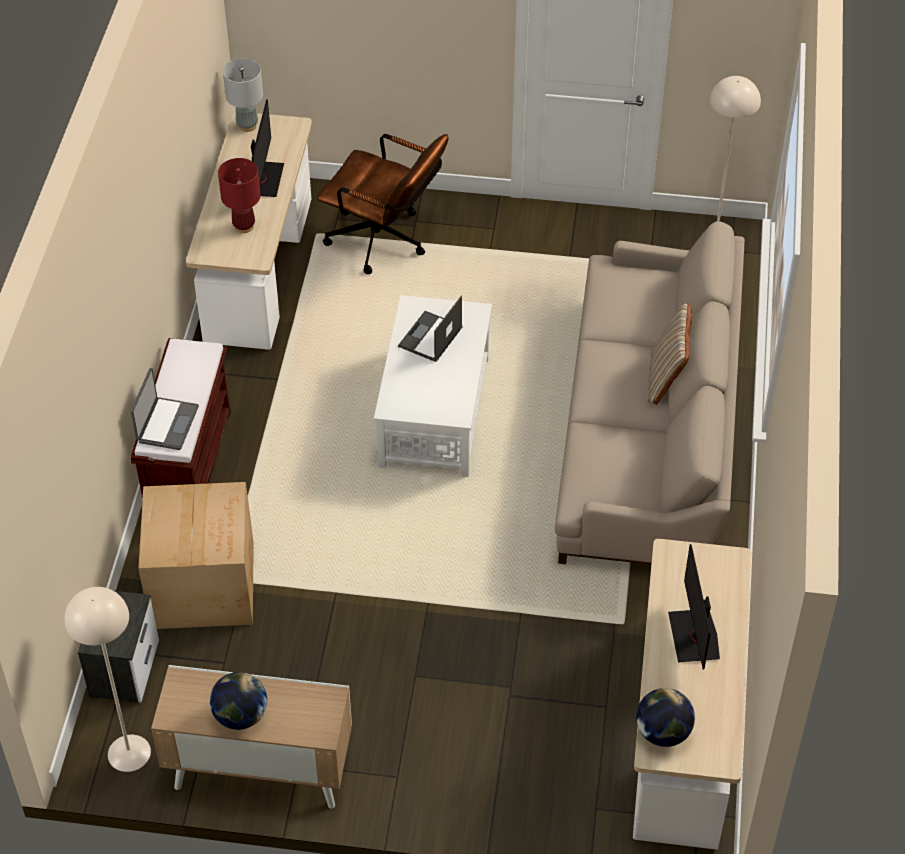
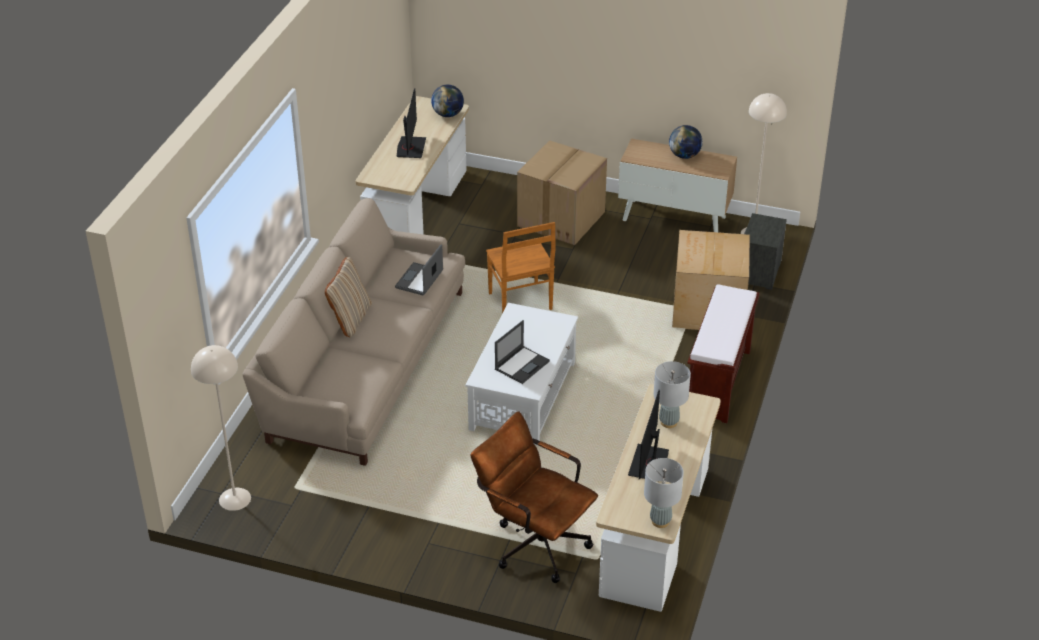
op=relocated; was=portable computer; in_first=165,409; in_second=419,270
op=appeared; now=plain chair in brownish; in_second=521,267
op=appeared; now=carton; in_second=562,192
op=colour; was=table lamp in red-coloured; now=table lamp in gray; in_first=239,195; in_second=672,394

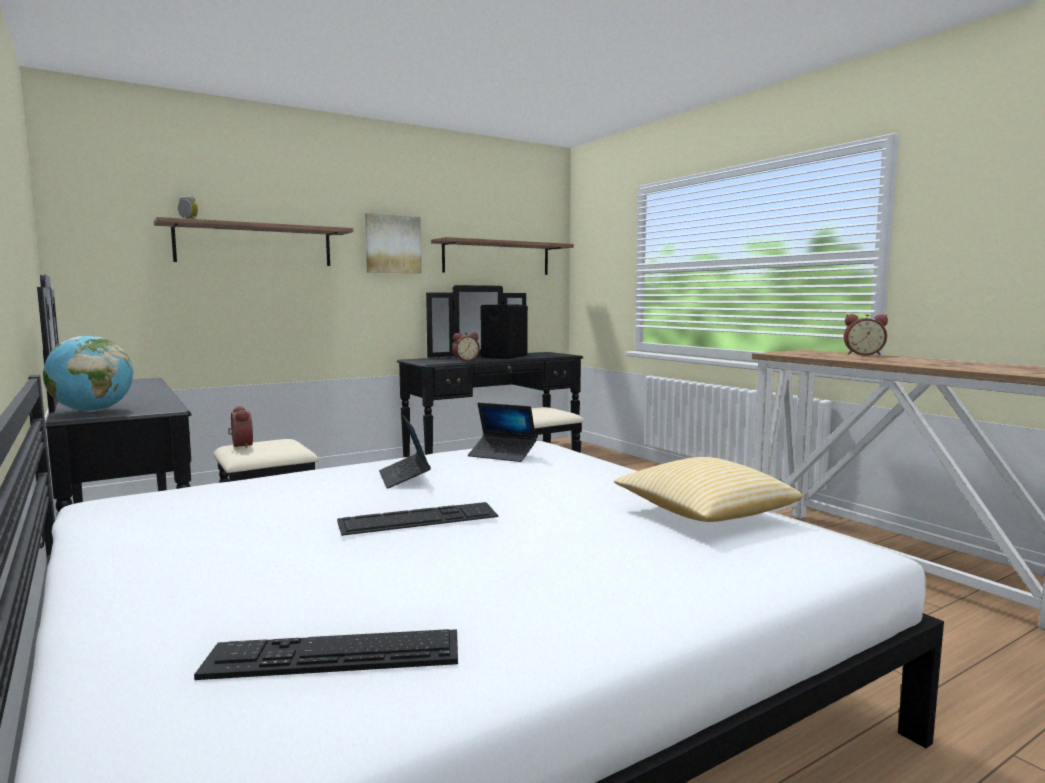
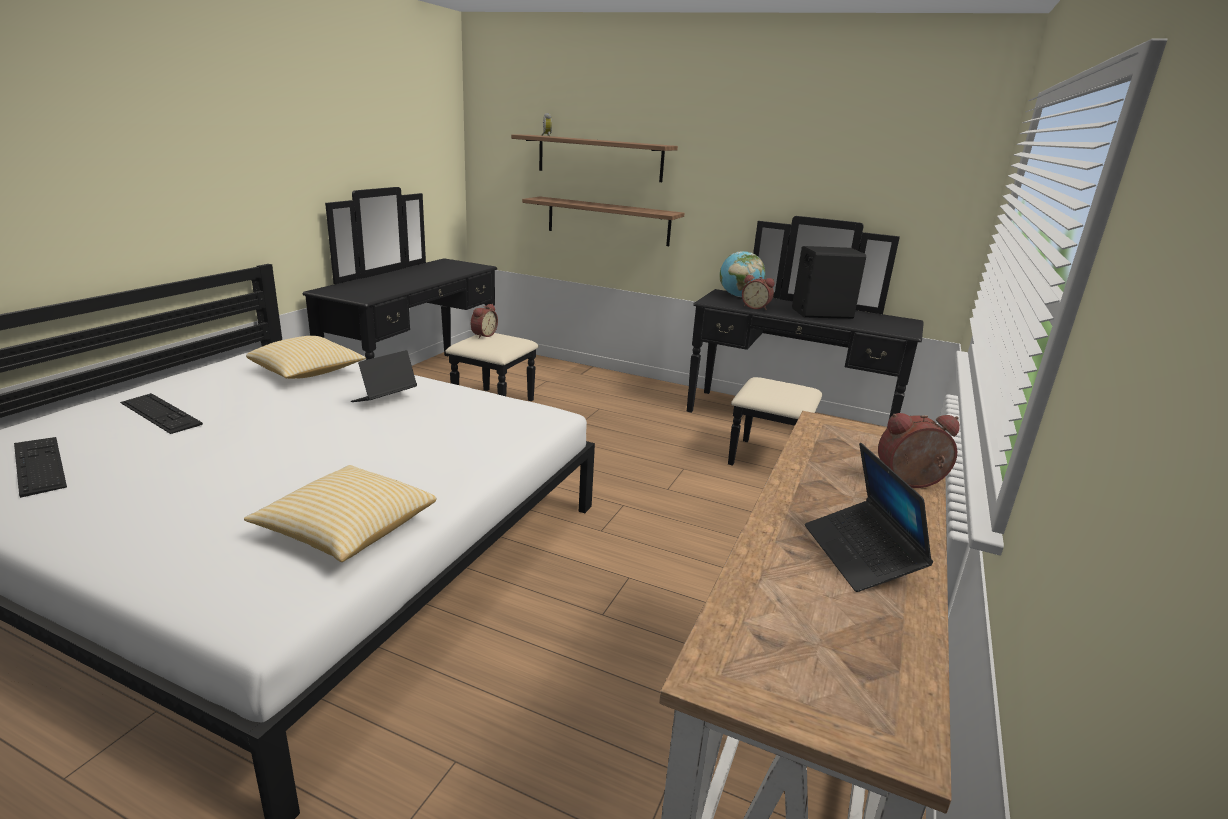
op=relocated; was=keyboard; in_first=417,519; in_second=161,413
op=appeared; now=pillow; in_second=306,357
op=relocated; was=wall shelf; in_first=502,256; in_second=603,221
op=relocated; was=world globe; in_first=88,374; in_second=742,274
op=relocated; was=portable computer; in_first=502,432; in_second=869,517
op=spun; was=bedside clock; in_first=866,335; in_second=919,450; clockwise=105
op=missing; was=picture; in_first=393,243

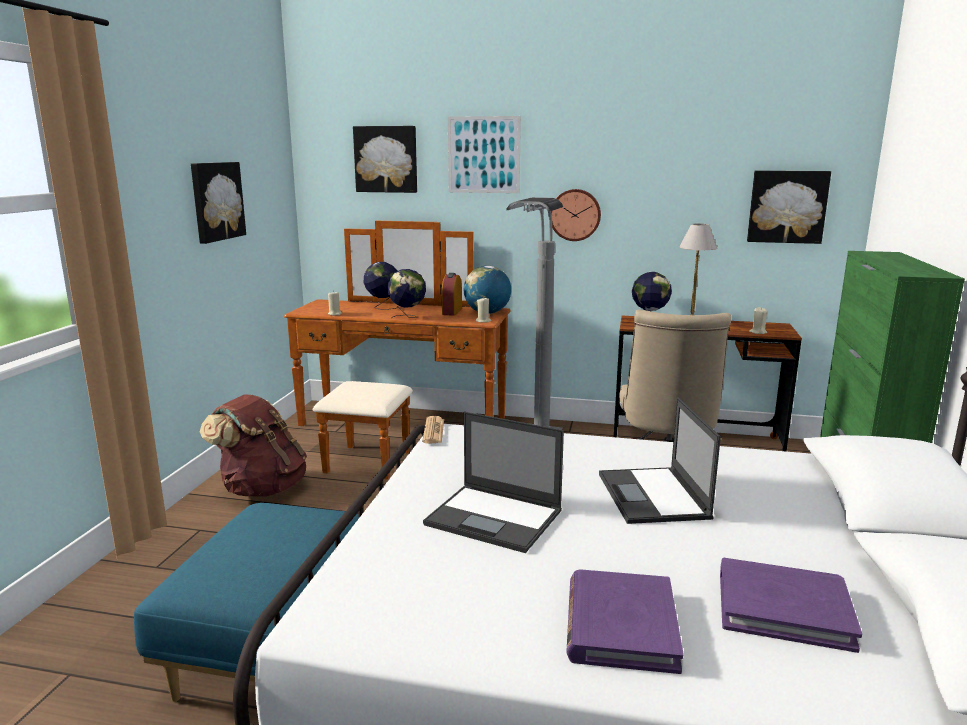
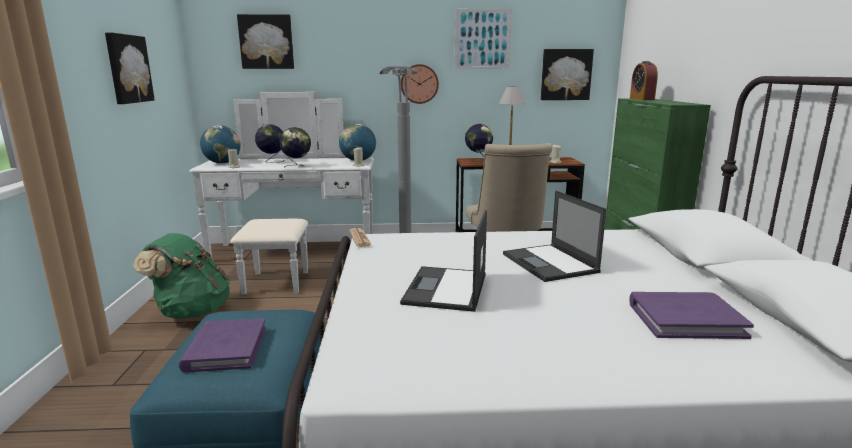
op=colour; was=rucksack in brownish; now=rucksack in greenish; in_first=253,445; in_second=181,276
op=relocated; was=book in purple-coloured; in_first=625,621; in_second=222,345
op=colour; was=dresser in brownish; now=dresser in white; in_first=397,350; in_second=281,193
op=appeared; now=world globe; in_second=220,144
op=spun; was=portable computer; in_first=493,482; in_second=443,261; clockwise=90
op=relocated; was=picture; in_first=484,154; in_second=483,39
op=relocated; was=bedside clock; in_first=452,294; in_second=644,80

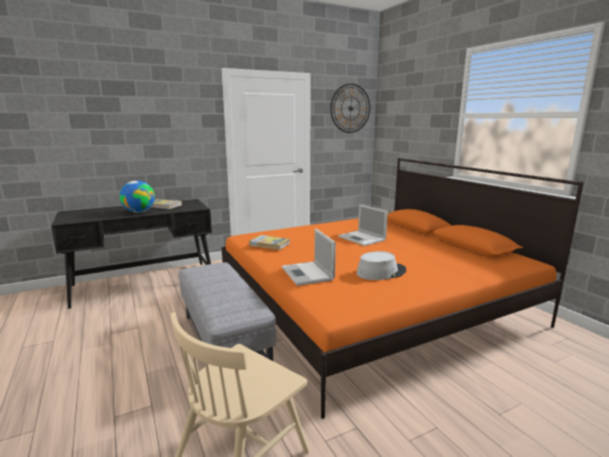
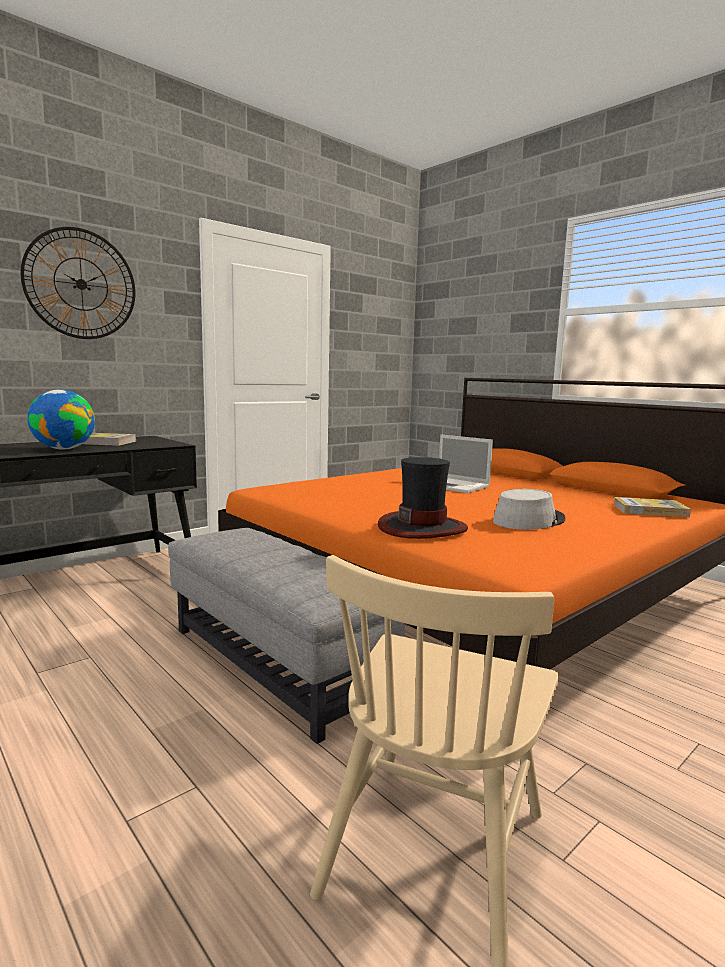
op=relocated; was=hanging clock; in_first=350,108; in_second=77,283
op=exchanged; was=portable computer; now=hat; in_first=309,257; in_second=423,498
op=relocated; was=book; in_first=269,242; in_second=652,507

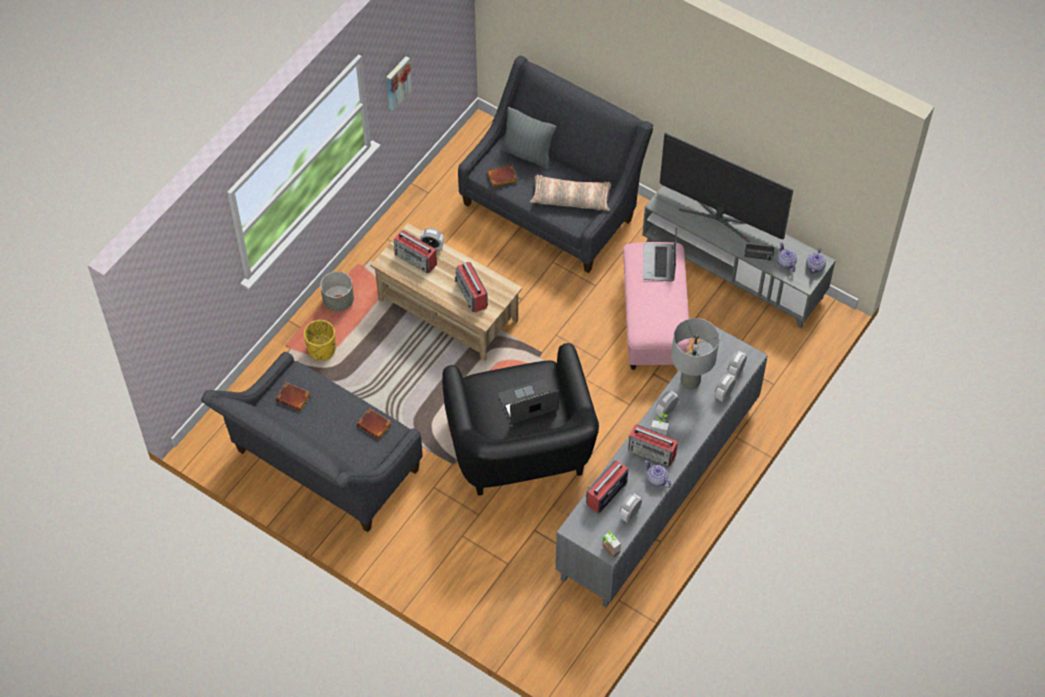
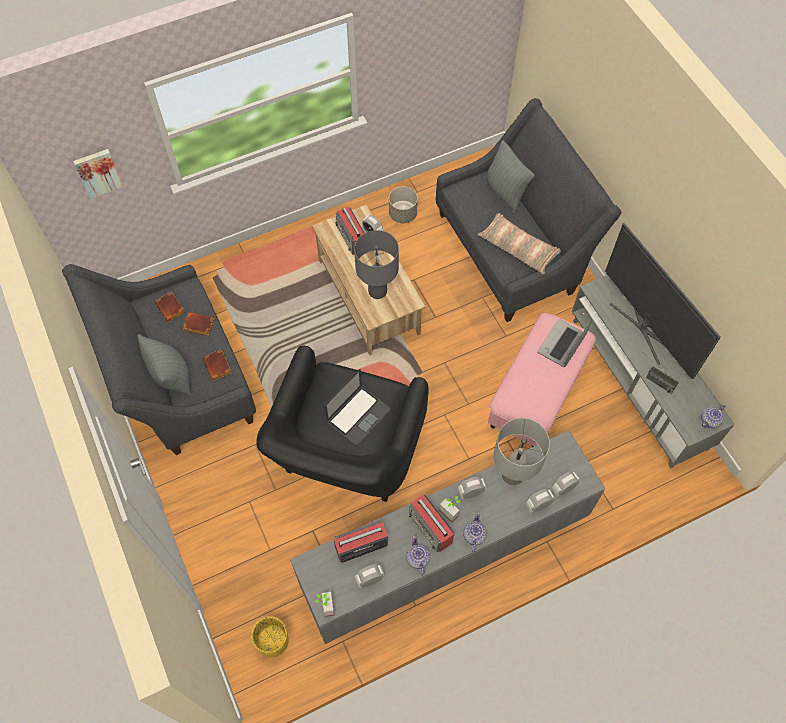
op=relocated; was=picture; in_first=399,84; in_second=98,173
op=appeared; now=pillow in gray; in_second=164,365
op=relocated; was=book in brownish; in_first=502,176; in_second=198,324
op=relocated; was=flower pot in yellow-coloured; in_first=320,340; in_second=270,636
op=spun; was=portable computer; in_first=528,401; in_second=357,407; clockwise=120
op=exchanged; was=radio; now=table lamp in gray; in_first=471,287; in_second=376,264
op=relocated; was=flower pot in gray; in_first=337,291; in_second=403,205
op=relocated; was=teapot; in_first=787,257; in_second=475,532

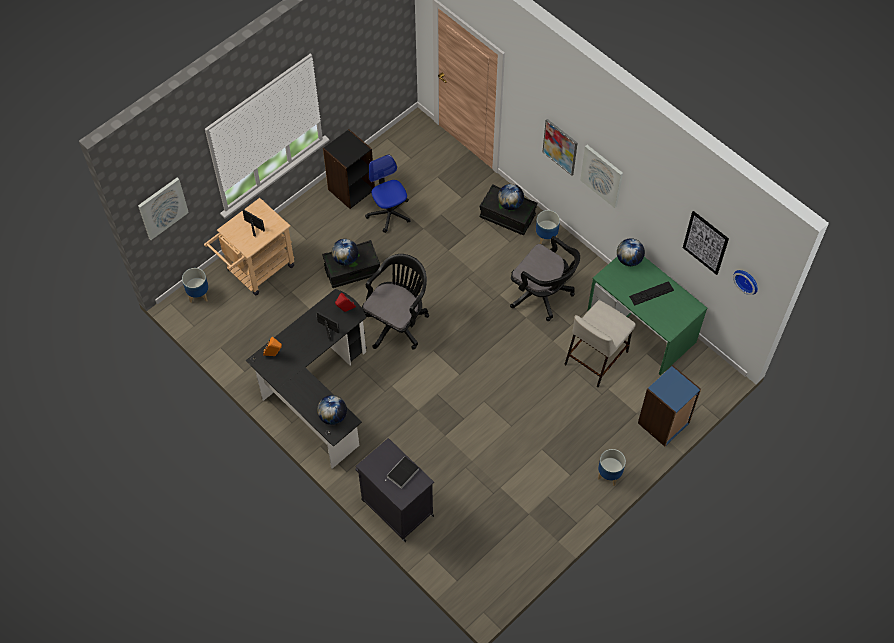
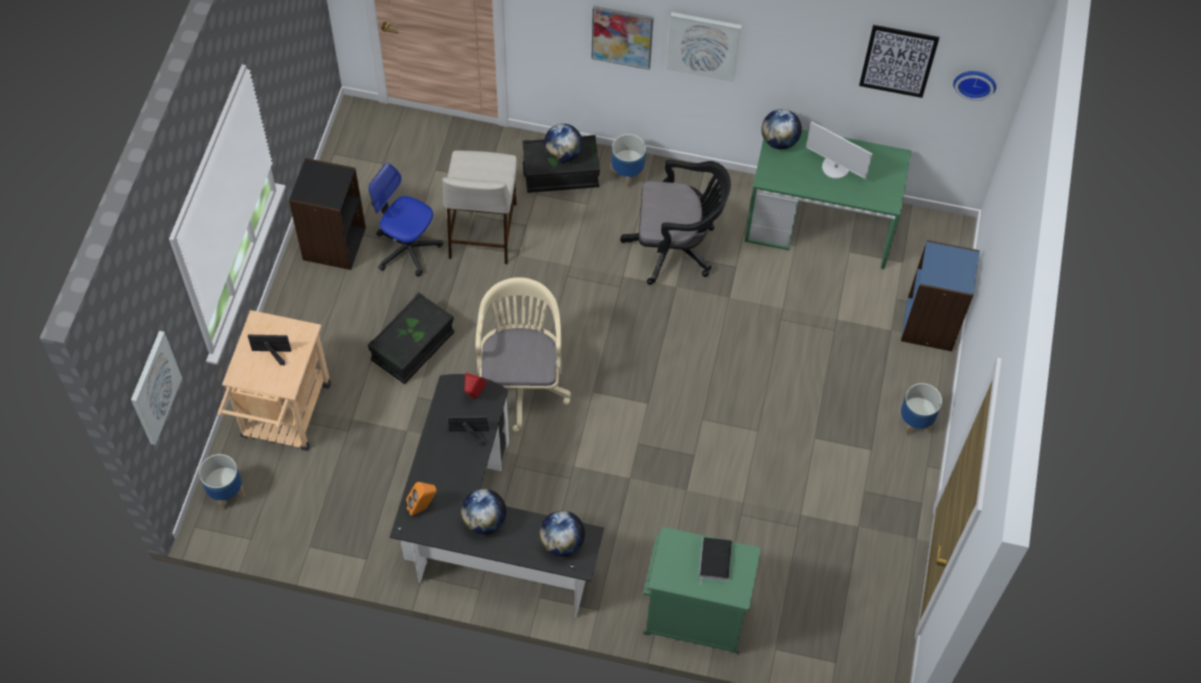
op=relocated; was=stool in sand-coloured; in_first=600,343; in_second=479,207
op=relocated; was=world globe; in_first=345,252; in_second=483,511
op=colour; was=desk chair in blackish; now=desk chair in sand-coloured; in_first=395,302; in_second=523,354
op=colour; was=cabinet in blackish; now=cabinet in greenish; in_first=394,490; in_second=702,590
op=exchanged; was=keyboard; now=computer display; in_first=651,293; in_second=839,150

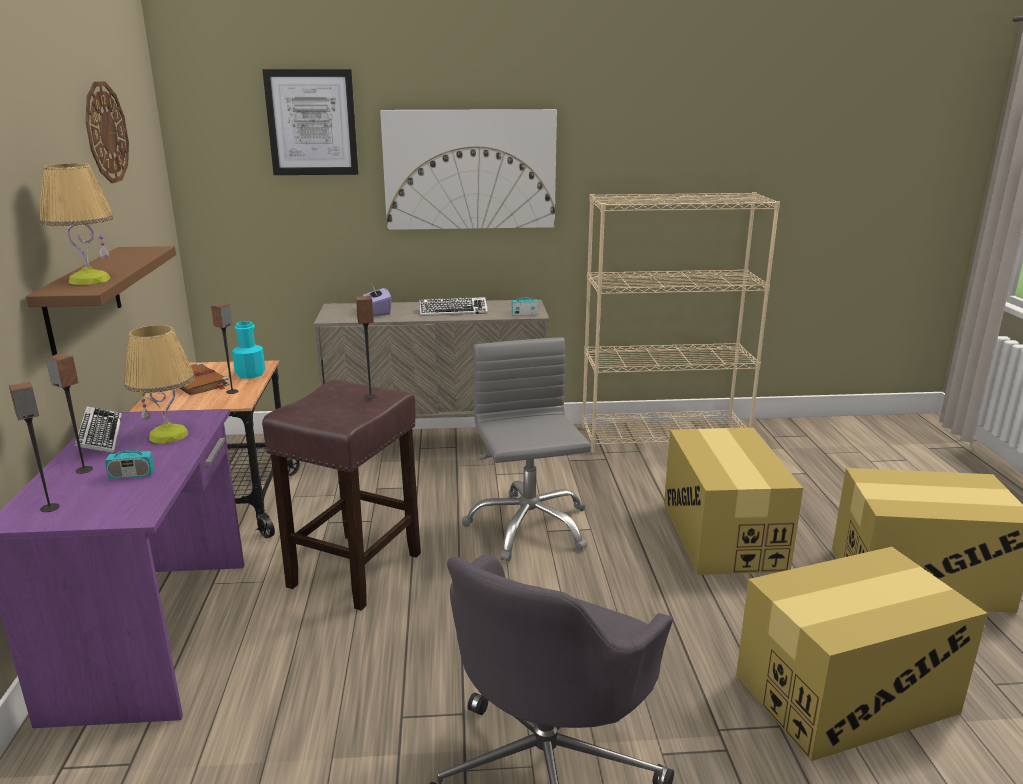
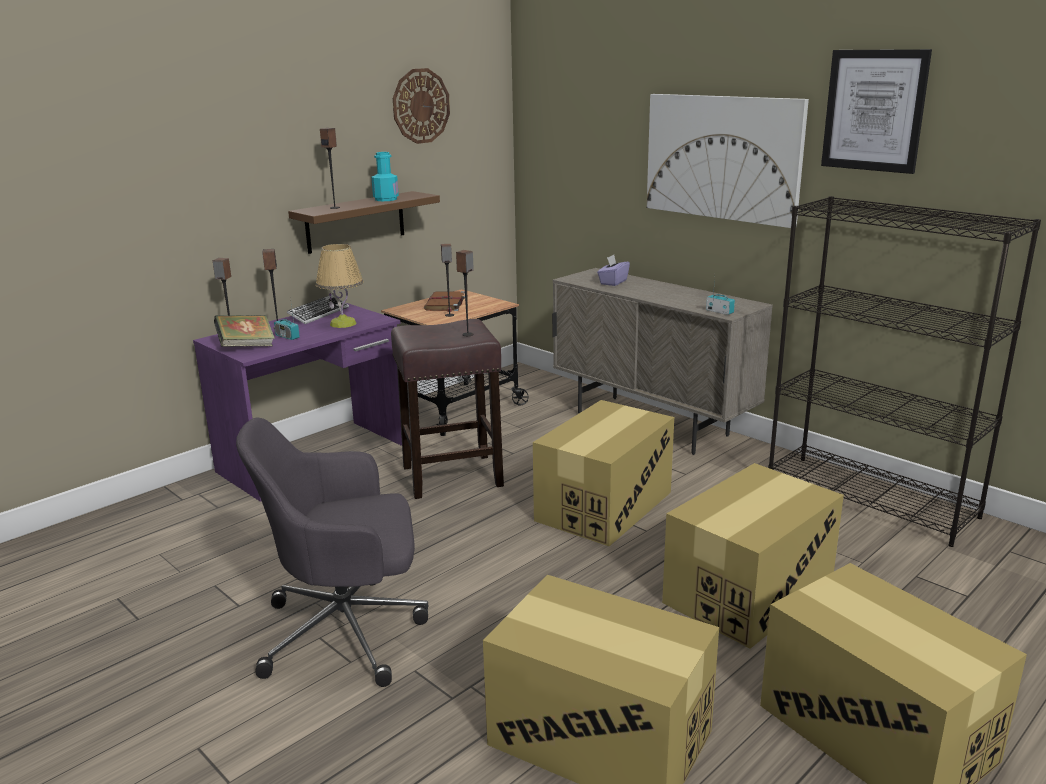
op=appeared; now=book; in_second=244,331
op=exchanged; was=table lamp; now=audio speaker; in_first=77,224; in_second=330,168
op=relocated; was=bottle in blue-green; in_first=248,350; in_second=385,176
op=exchanged; was=desk chair in gray; now=carton; in_first=526,449; in_second=603,473
op=colour; was=bookcase in sand-coloured; now=bookcase in blackish; in_first=681,322; in_second=904,371
op=relocated; was=picture; in_first=310,122; in_second=876,111
op=missing; was=keyboard; in_first=453,306

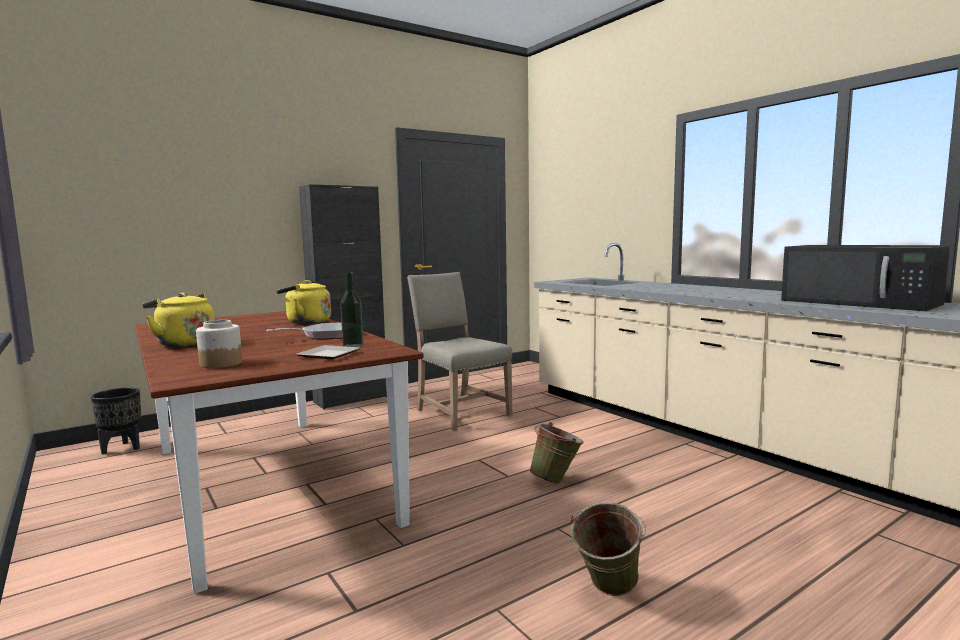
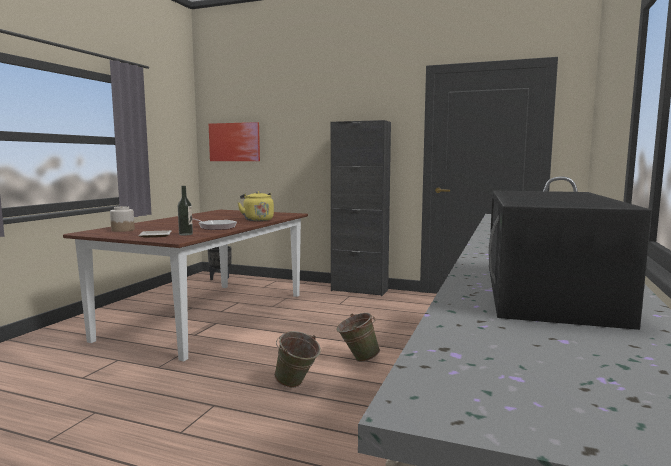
op=appeared; now=picture; in_second=234,141
op=relocated; was=water bucket in greenish; in_first=608,549; in_second=358,337
op=missing; was=water kettle in yellow-coloured; in_first=178,320
op=missing; was=plain chair in sand-coloured; in_first=460,351

